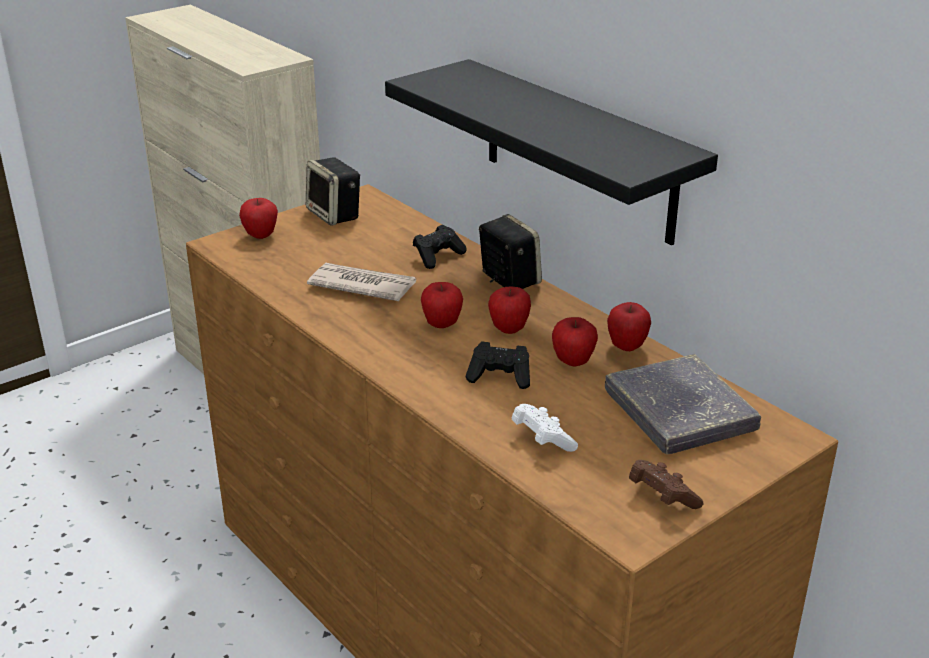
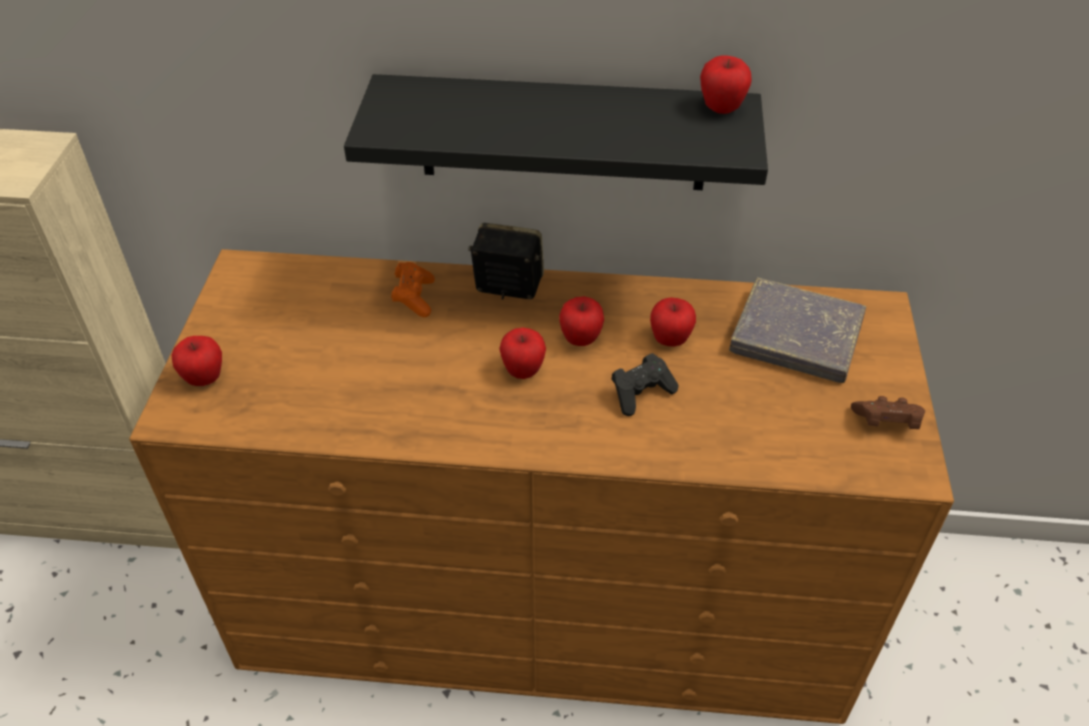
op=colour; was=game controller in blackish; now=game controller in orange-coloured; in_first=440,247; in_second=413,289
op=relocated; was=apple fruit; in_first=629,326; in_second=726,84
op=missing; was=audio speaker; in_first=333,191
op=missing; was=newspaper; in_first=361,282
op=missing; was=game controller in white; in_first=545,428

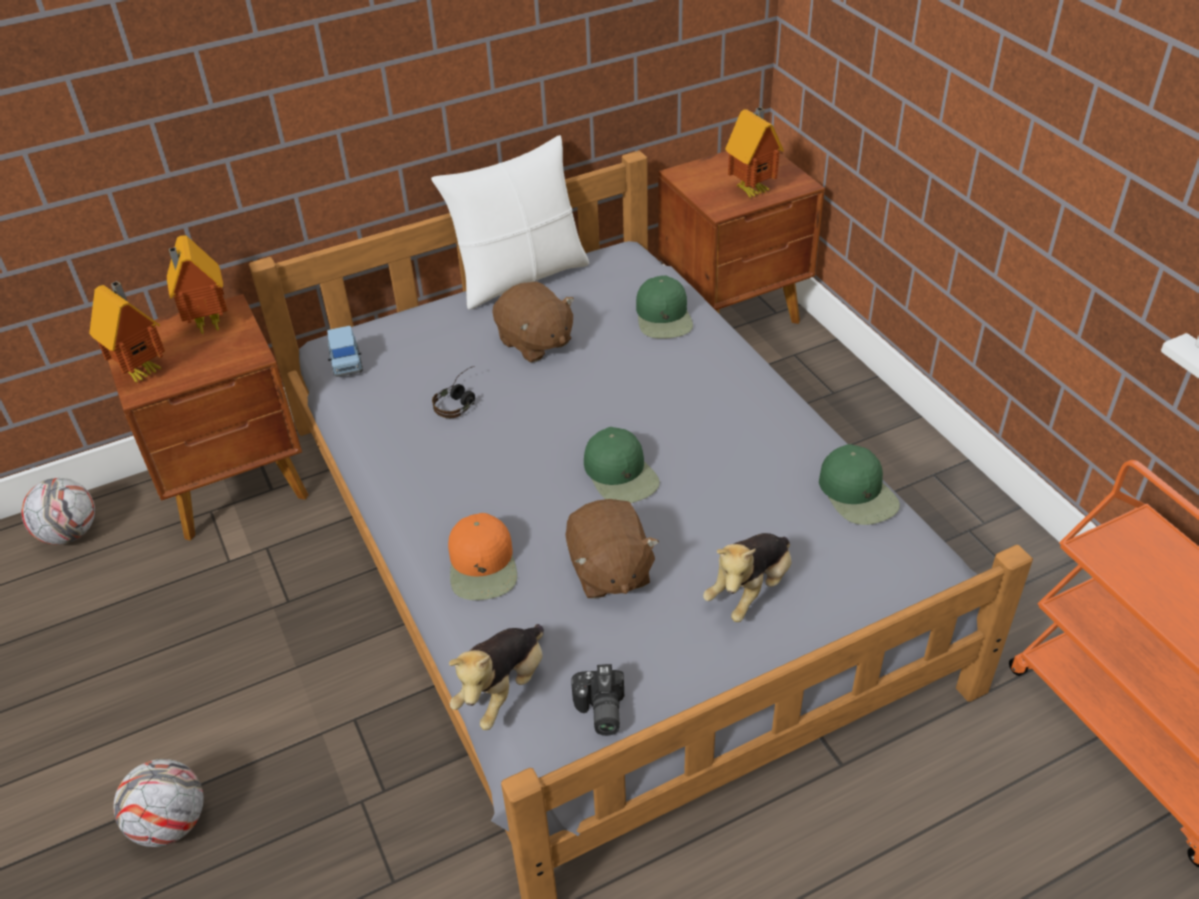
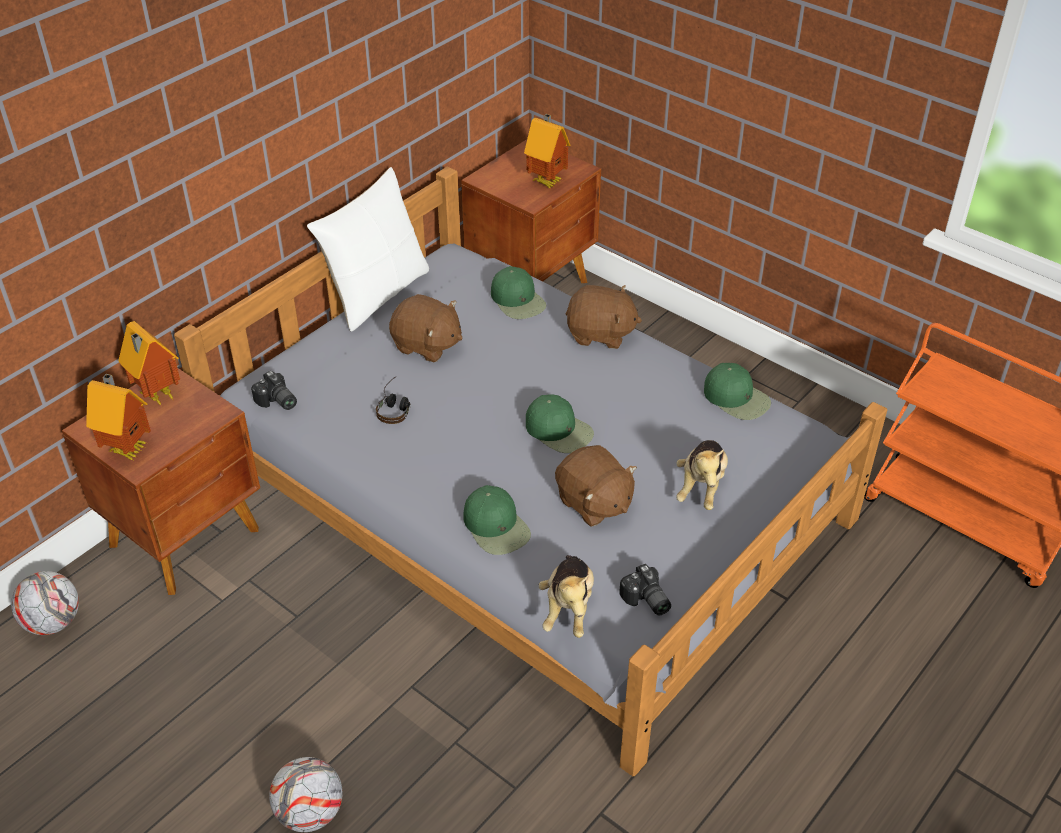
op=exchanged; was=miniature car in blue; now=still camera; in_first=345,351; in_second=274,390
op=colour; was=cap in orange-coloured; now=cap in greenish; in_first=482,556; in_second=497,520
op=appeared; now=soft toy in brownish; in_second=604,317

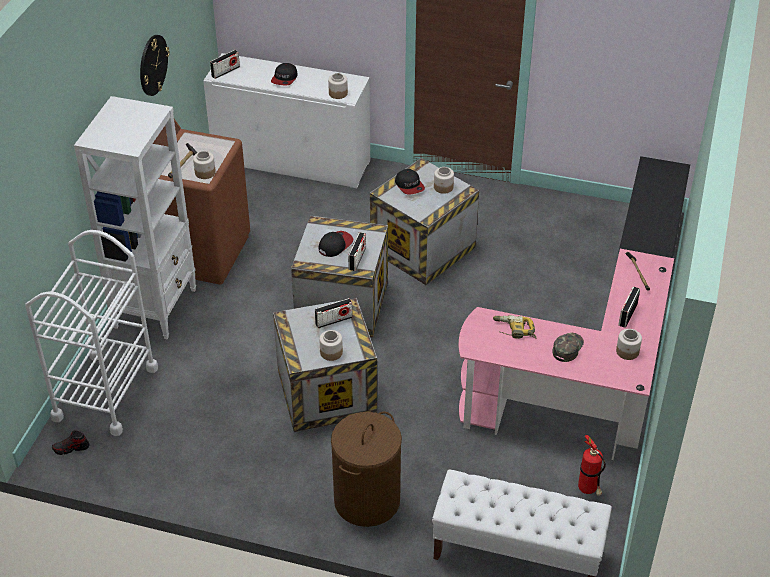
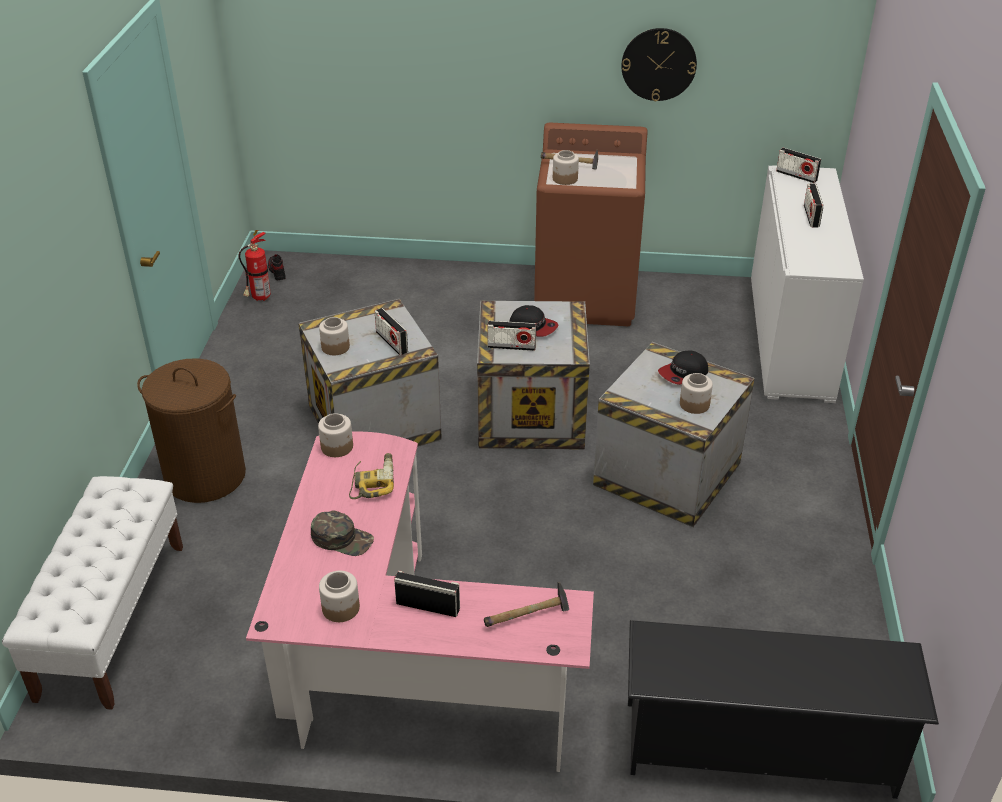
op=relocated; was=extinguisher; in_first=592,465; in_second=254,265
op=relocated; was=preserve jar; in_first=338,86; in_second=335,435
op=exchanged; was=cap; now=radio; in_first=284,74; in_second=813,206
op=missing; was=cart in white; in_first=91,333
op=missing; was=bookcase in white; in_first=135,217

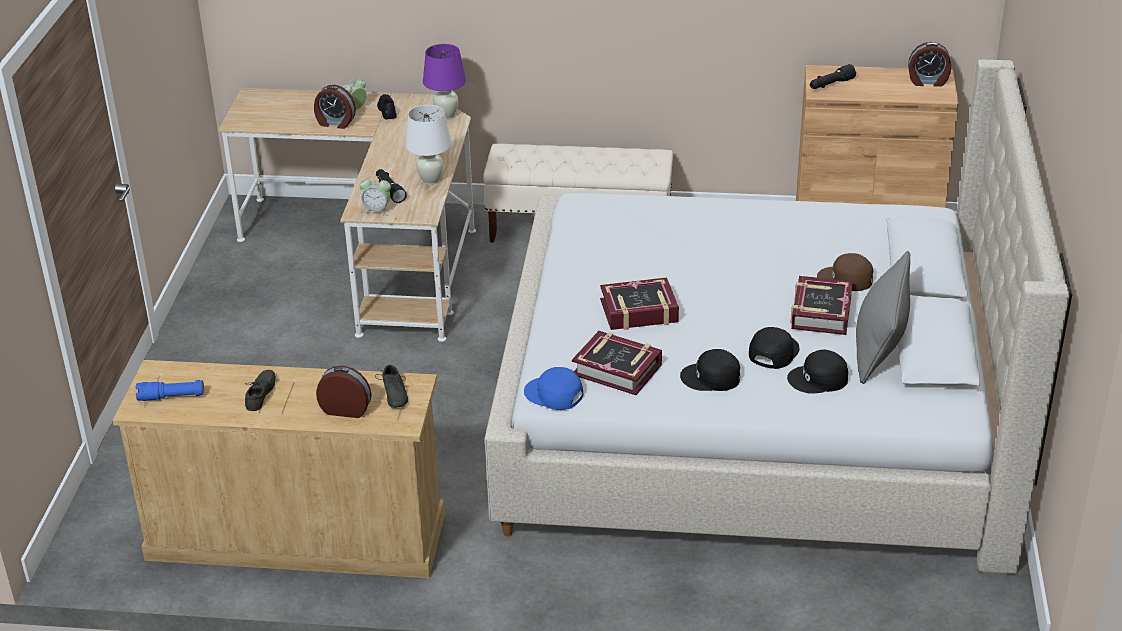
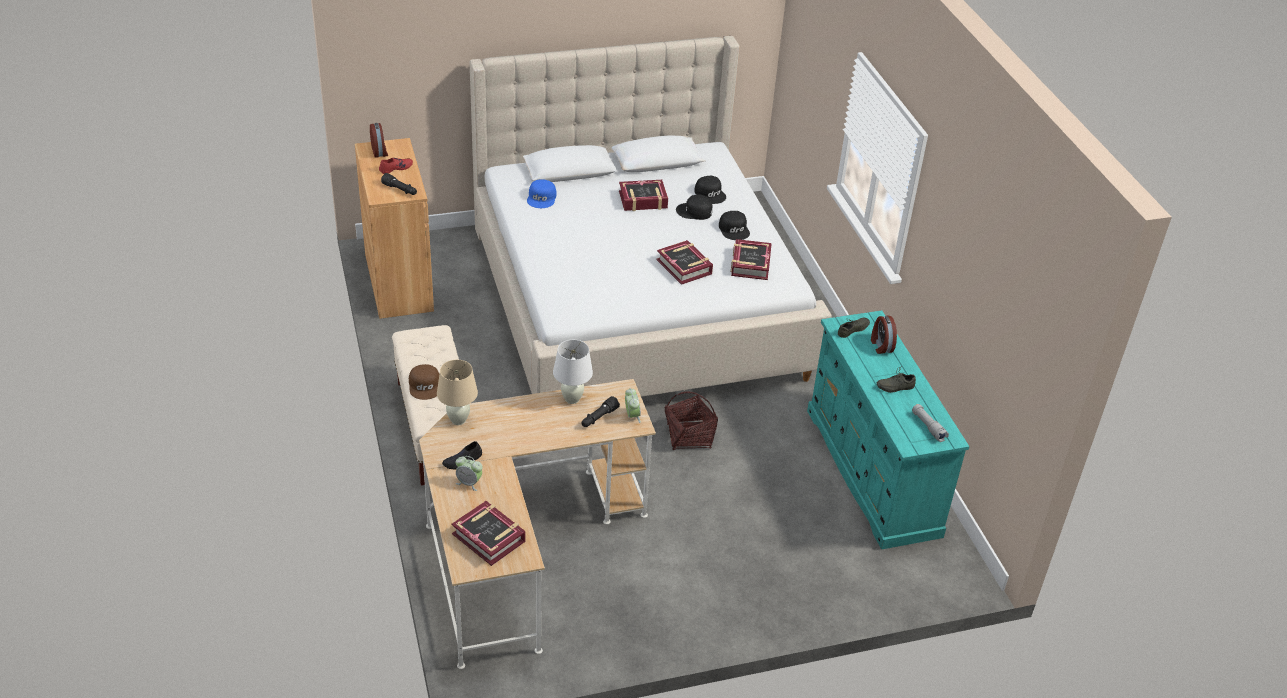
op=appeared; now=shoe in red-coloured; in_second=396,166
op=relocated; was=cap in brownish; in_first=845,272; in_second=424,382
op=colour; was=table lamp in purple-coloured; now=table lamp in sand-coloured; in_first=444,82; in_second=457,392
op=appeared; now=book; in_second=489,533
op=relocated; was=cap in blue; in_first=553,388; in_second=542,194
op=appeared; now=household basket; in_second=691,420
op=colour; was=dresser in sand-coloured; now=dresser in blue-green; in_first=279,469; in_second=888,430
op=colour; was=hand torch in blue; now=hand torch in gray; in_first=170,390; in_second=930,423
op=missing; was=bedside clock; in_first=335,107
op=missing; was=pillow in gray; in_first=883,317

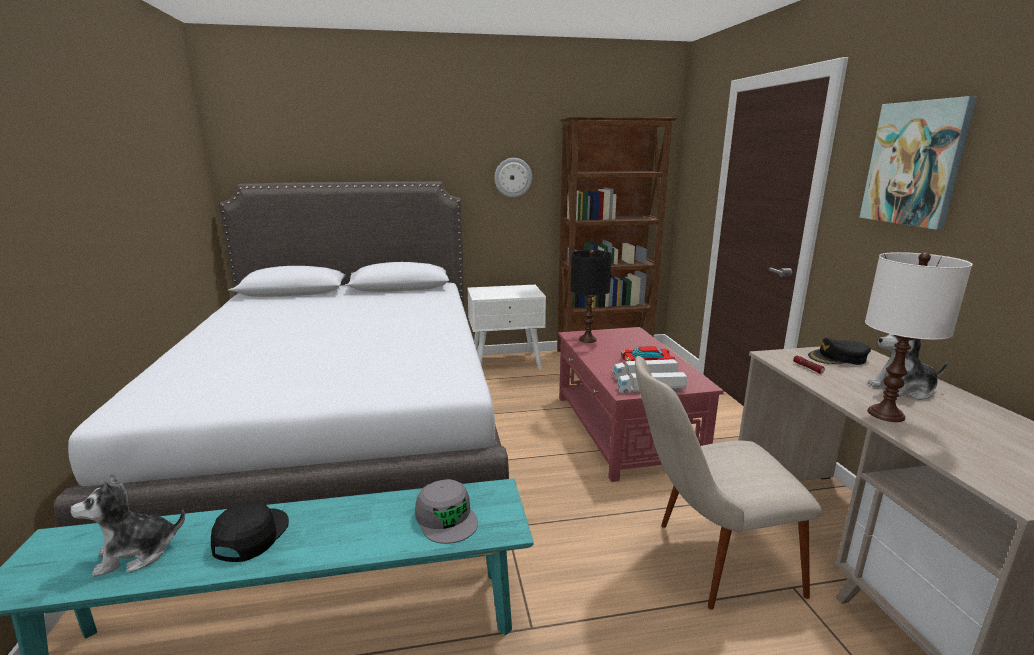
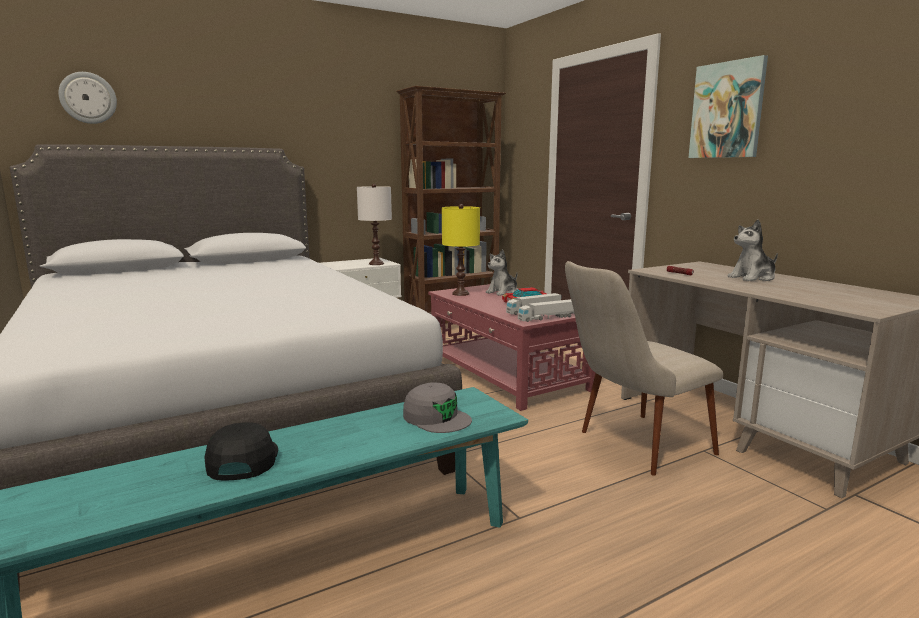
op=relocated; was=hanging clock; in_first=513,177; in_second=87,98
op=relocated; was=table lamp in white; in_first=918,337; in_second=374,224
op=colour; was=table lamp in blackish; now=table lamp in yellow-coloured; in_first=591,296; in_second=461,250
op=relocated; was=soft toy; in_first=128,525; in_second=501,272
op=missing; was=cap in blackish; in_first=839,351

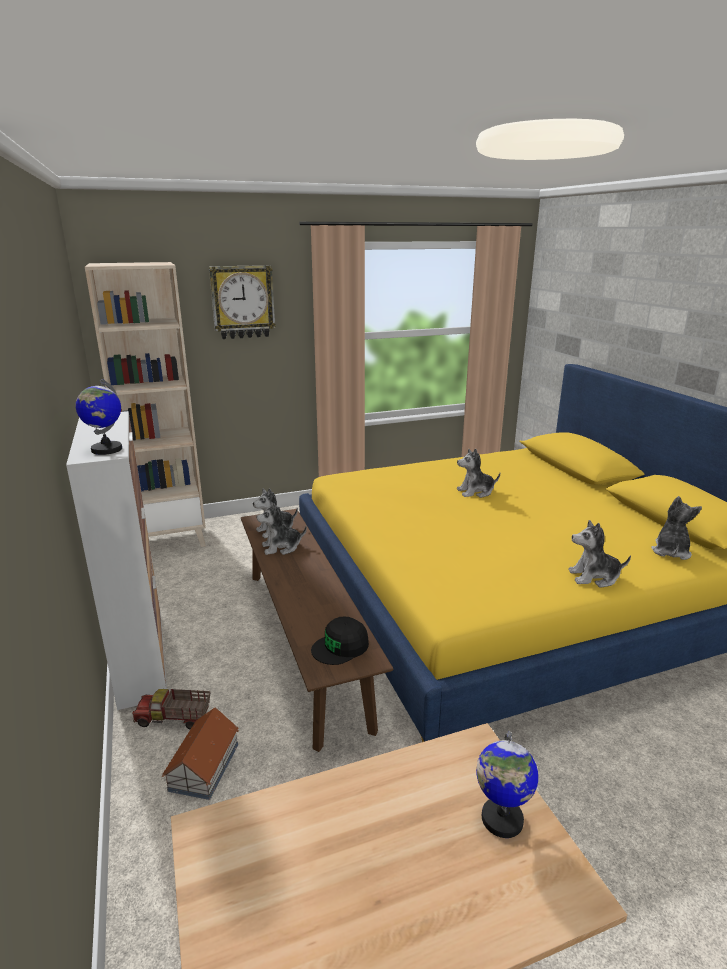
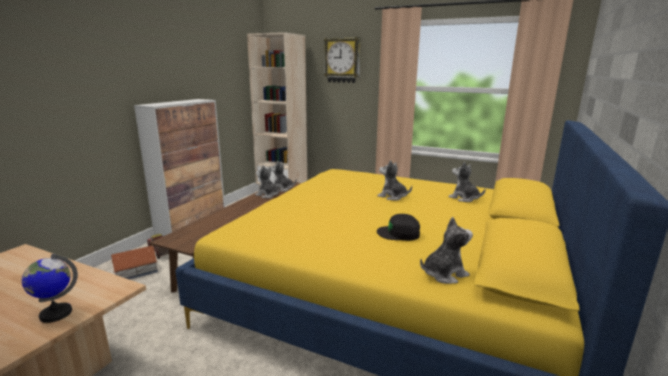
op=relocated; was=cap in blackish; in_first=340,641; in_second=398,227
op=relocated; was=soft toy; in_first=599,554; in_second=467,182
op=missing; was=world globe; in_first=99,417

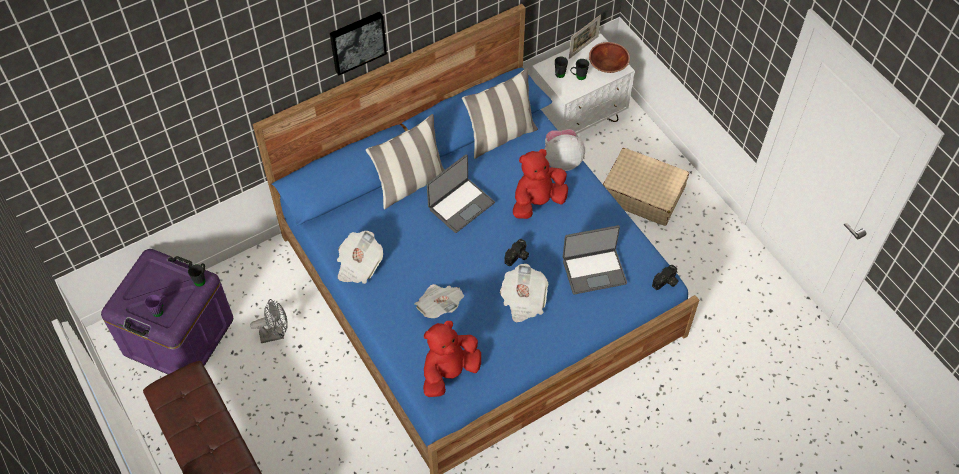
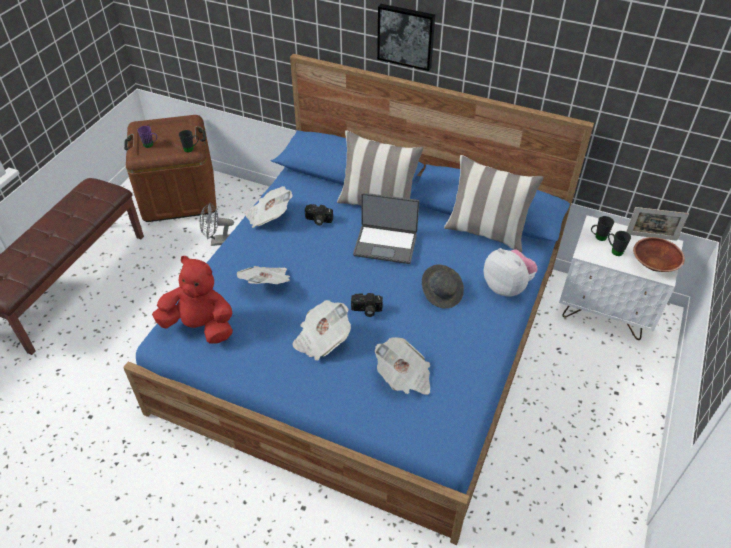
op=colour; was=storage container in purple-coloured; now=storage container in brownish; in_first=167,311; in_second=170,168
op=spun; was=cooling fan in gray; in_first=269,321; in_second=217,224; clockwise=135
op=relocated; was=still camera; in_first=665,277; in_second=319,215
op=exchanged; was=portable computer; now=newspaper; in_first=595,259; in_second=402,366
op=exchanged; was=soft toy in red-coloured; now=hat in gray; in_first=540,184; in_second=443,286
op=missing; was=suitcase in sand-coloured; in_first=646,187

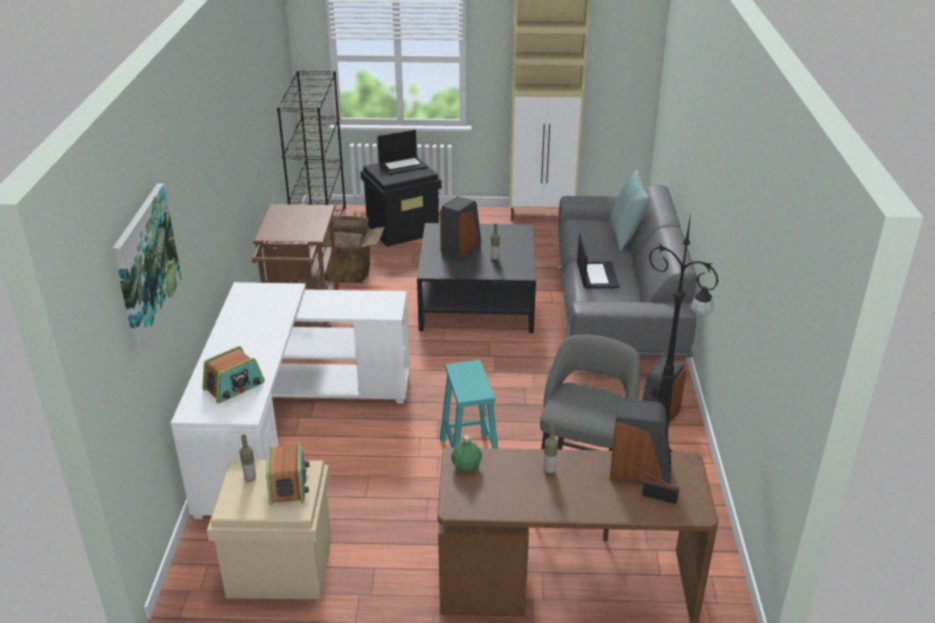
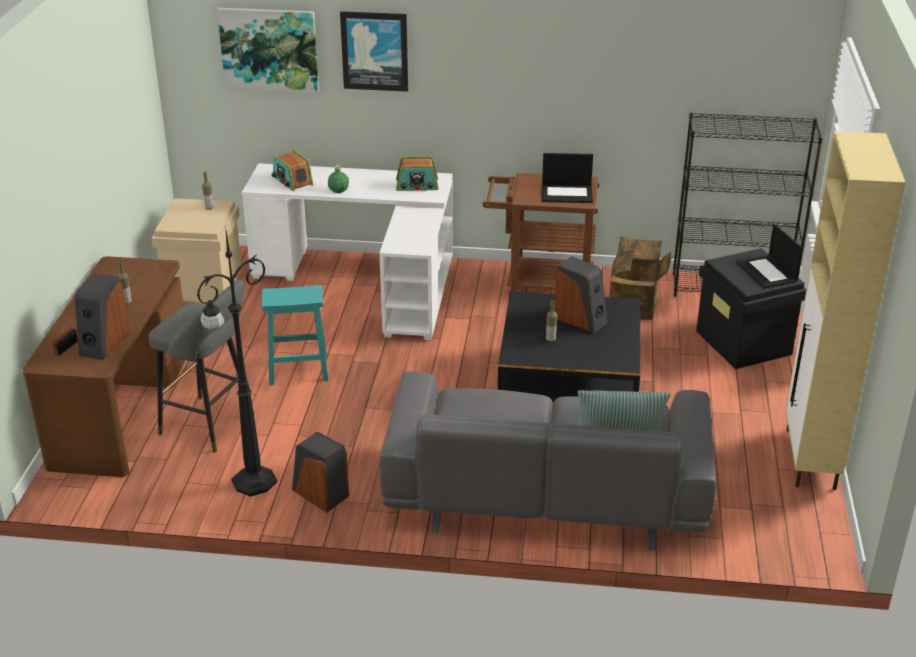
op=relocated; was=bottle in greenish; in_first=466,453; in_second=338,179
op=appeared; now=picture; in_second=374,51
op=relocated; was=radio; in_first=287,474; in_second=417,173
op=relocated; was=portable computer; in_first=598,261; in_second=567,178

